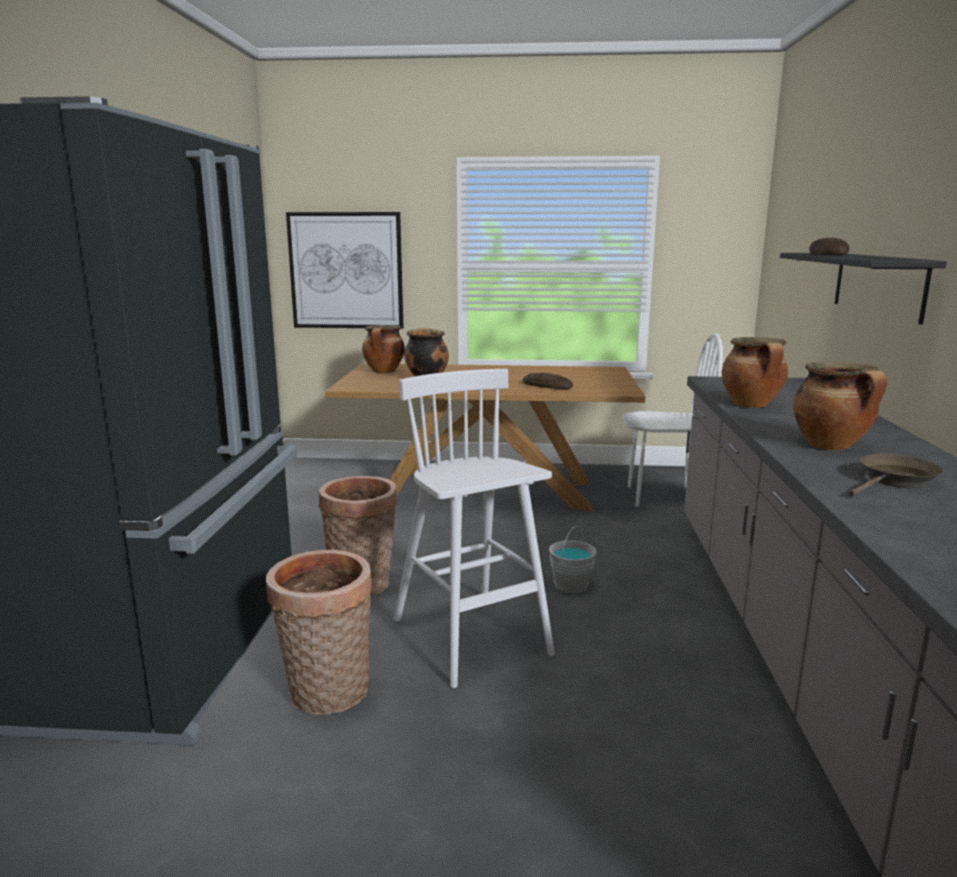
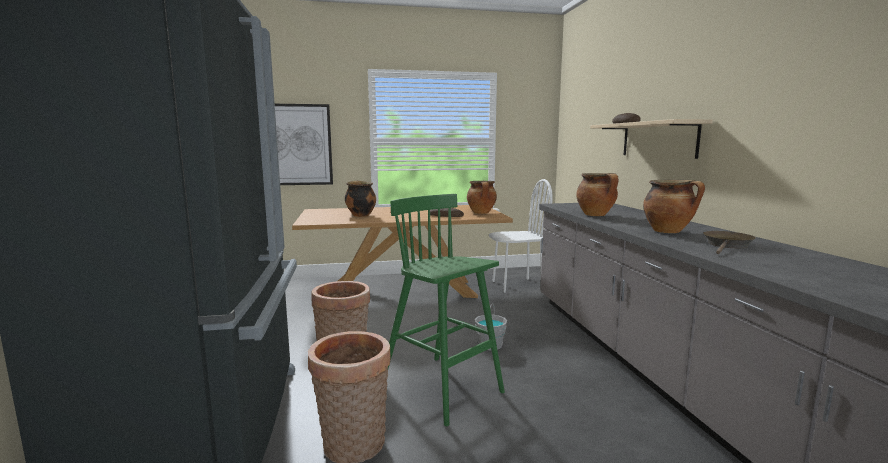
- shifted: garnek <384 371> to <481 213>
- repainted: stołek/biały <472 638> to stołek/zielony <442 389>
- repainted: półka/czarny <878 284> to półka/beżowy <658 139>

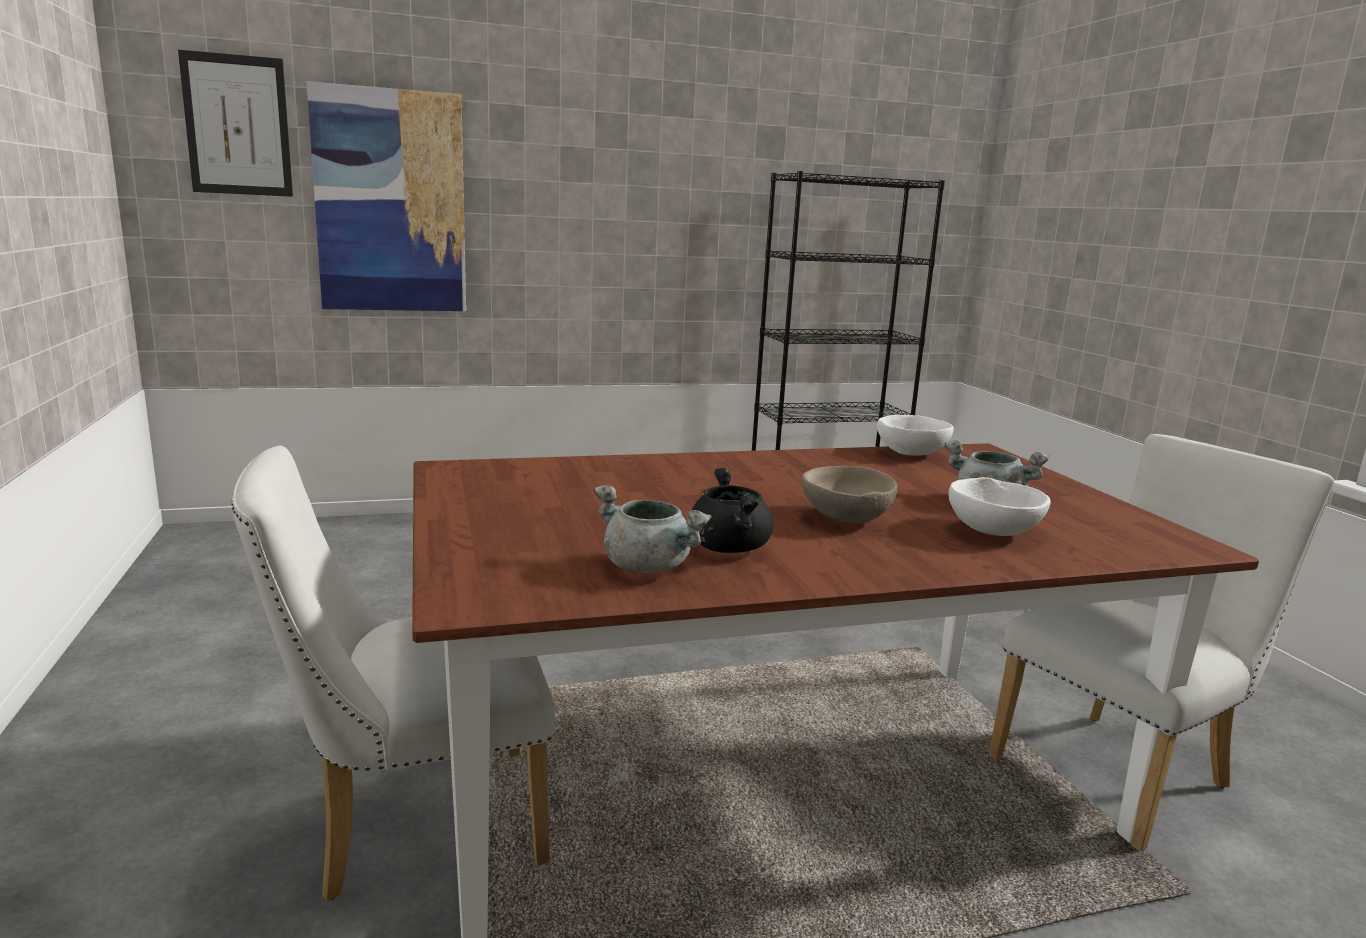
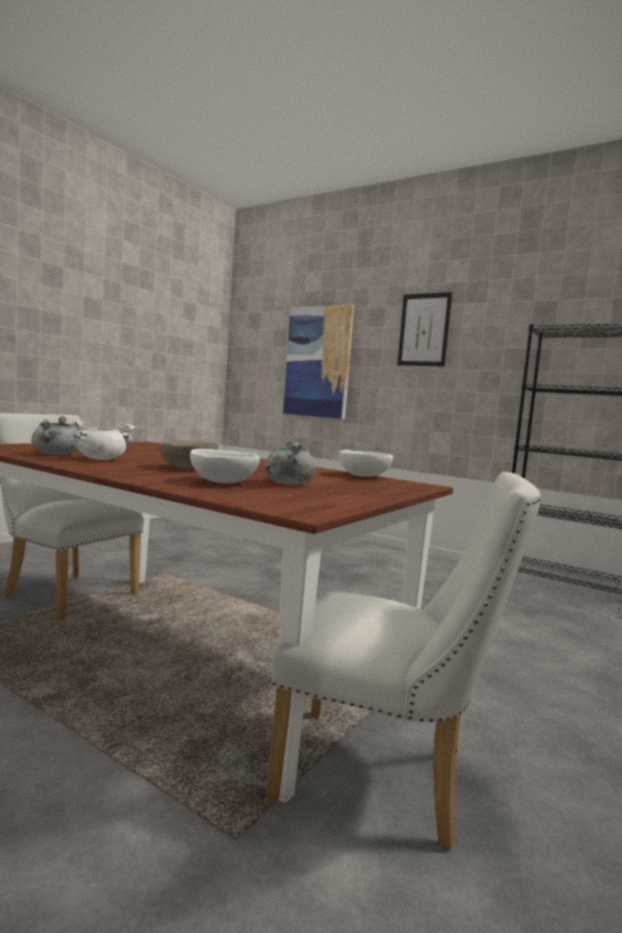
- shifted: obraz <237 125> to <424 330>
- repainted: garnek/czarny <727 547> to garnek/biały <102 459>

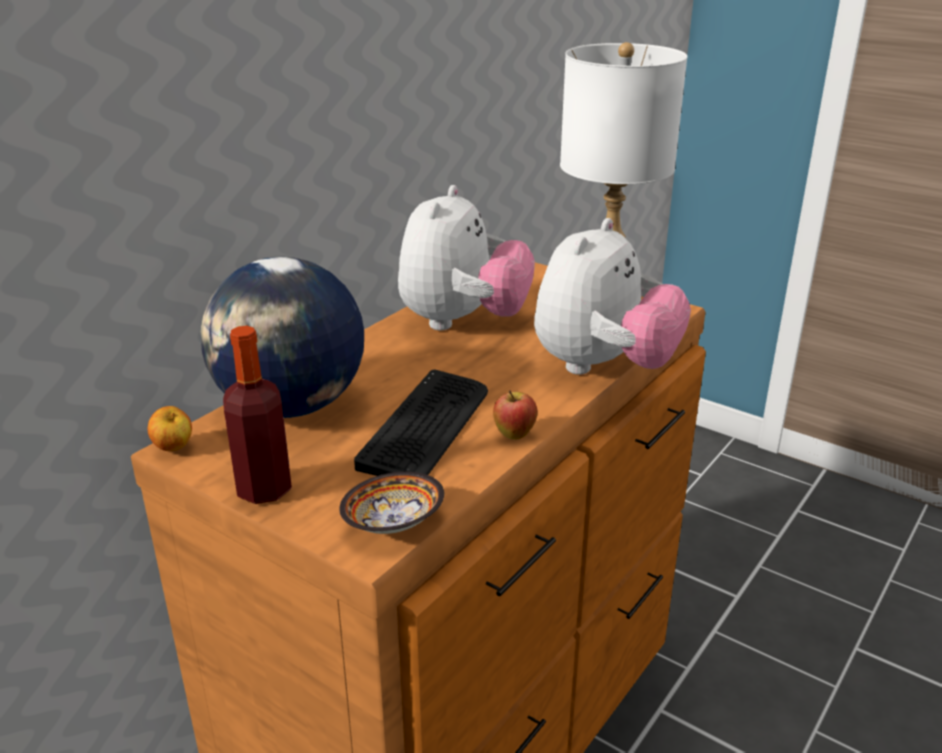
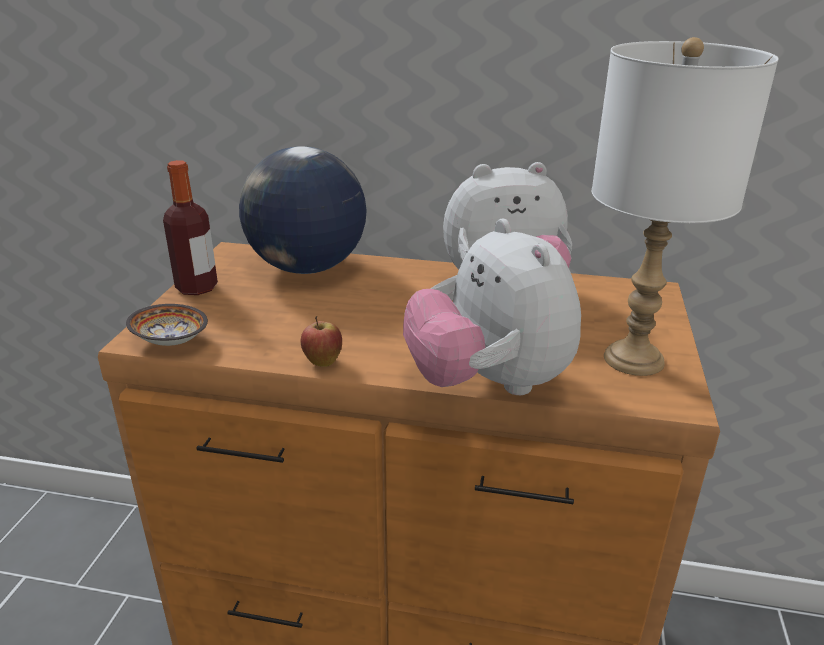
- gone: jabłko <174 448>
- gone: klawiatura <426 426>
- rotated: pluszak <603 367> = <488 384> 60 degrees clockwise

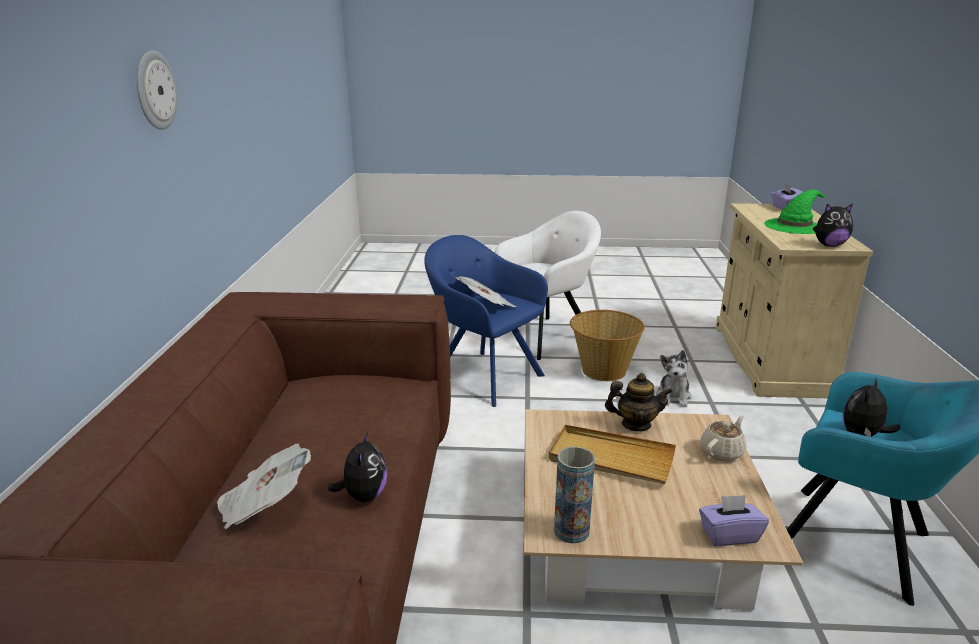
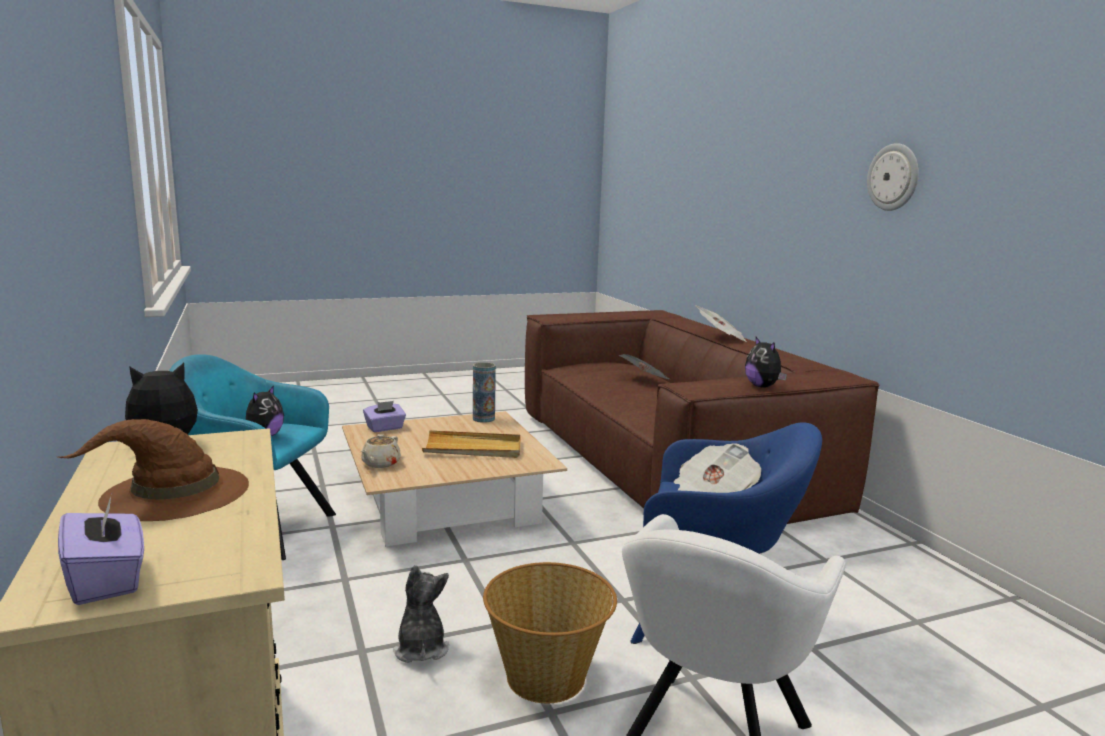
- shifted: pluszak <363 495> to <763 386>
- gone: imbryk <636 424>
- repainted: kapelusz/zielony <794 226> to kapelusz/brązowy <174 493>
- new: gazeta <720 338>

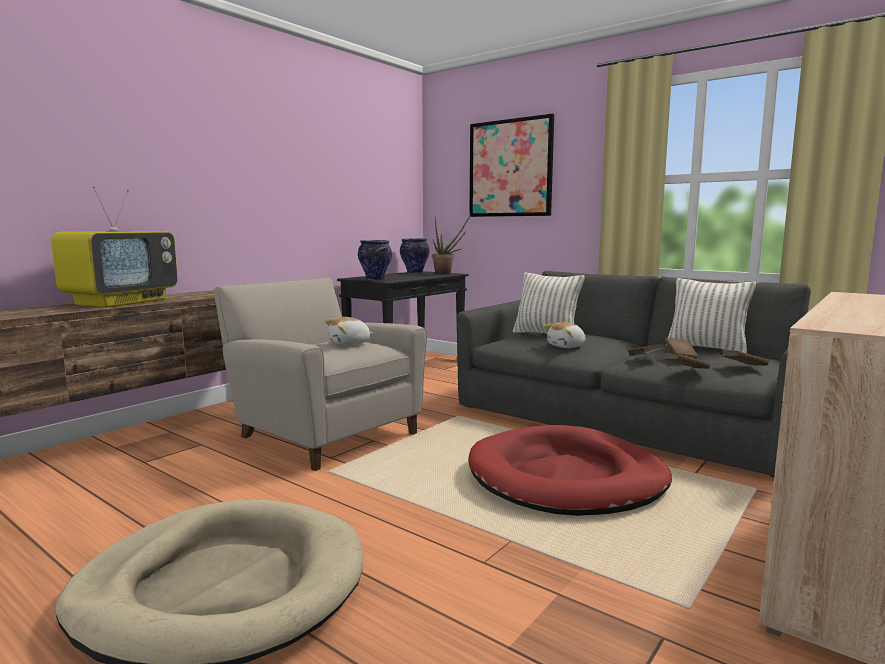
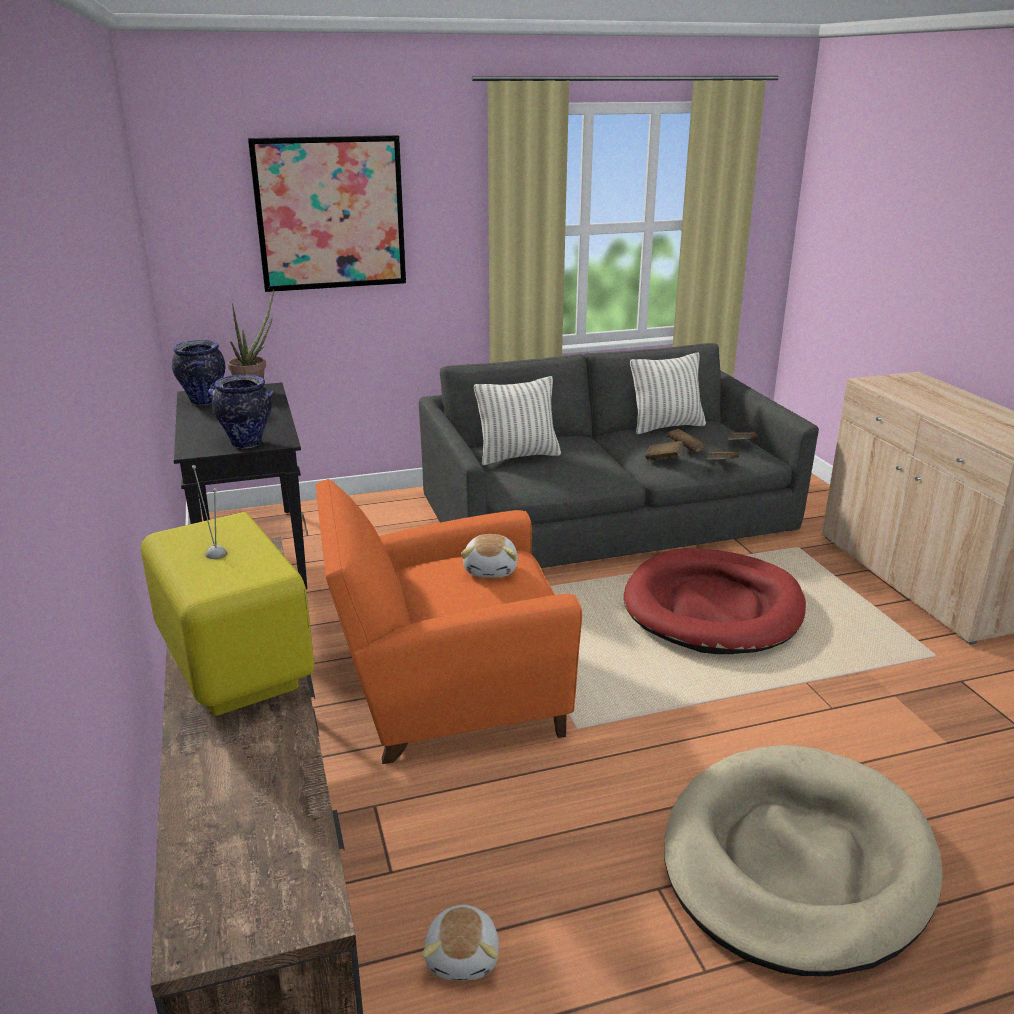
- repainted: fotel/beżowy <323 432> to fotel/pomarańczowy <445 696>
- shifted: pluszak <567 346> to <463 956>

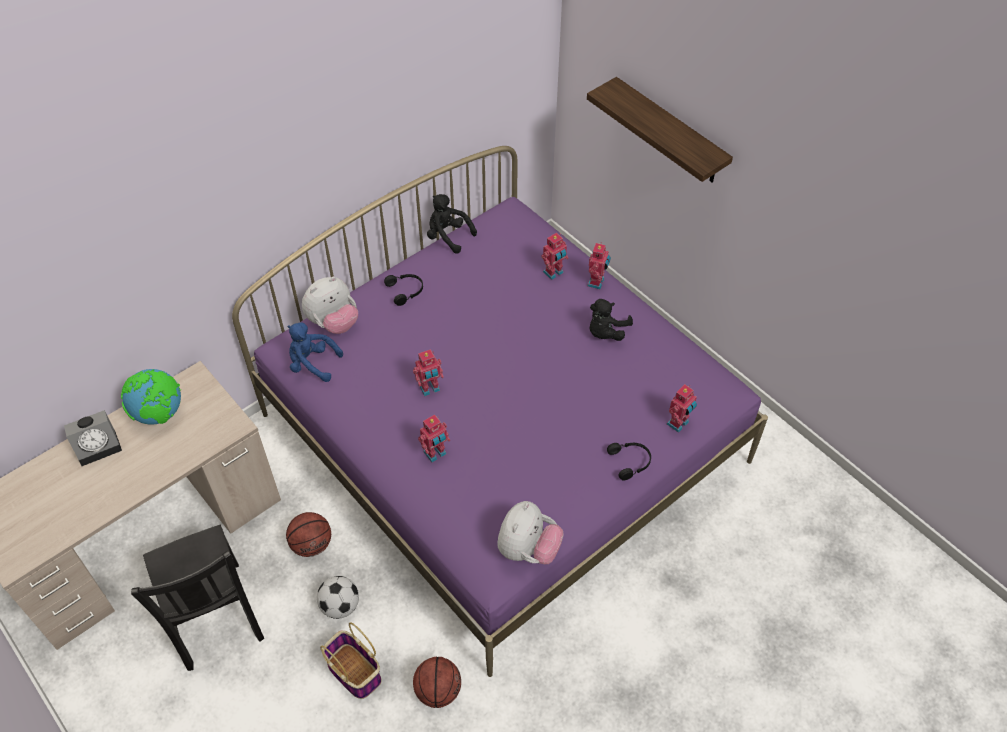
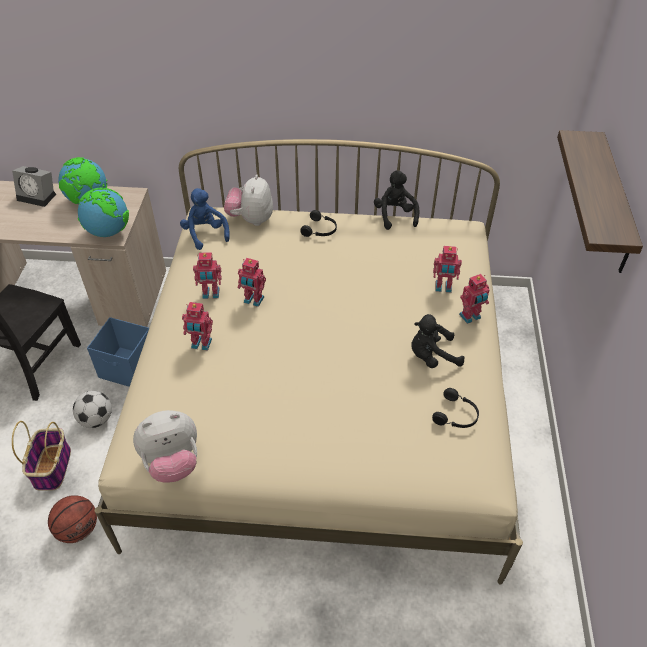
- repainted: łóżko/fioletowy <503 437> to łóżko/beżowy <323 400>
- swapped: piłka do koszykówki <312 544> to pojemnik do przechowywania/niebieski <129 368>
- rotated: pluszak <333 323> = <251 219> 90 degrees clockwise
- shifted: słuchawki/czarny <630 462> to <456 415>
- shifted: robot zabawkowy <678 424> to <211 294>
- new: globus <108 232>

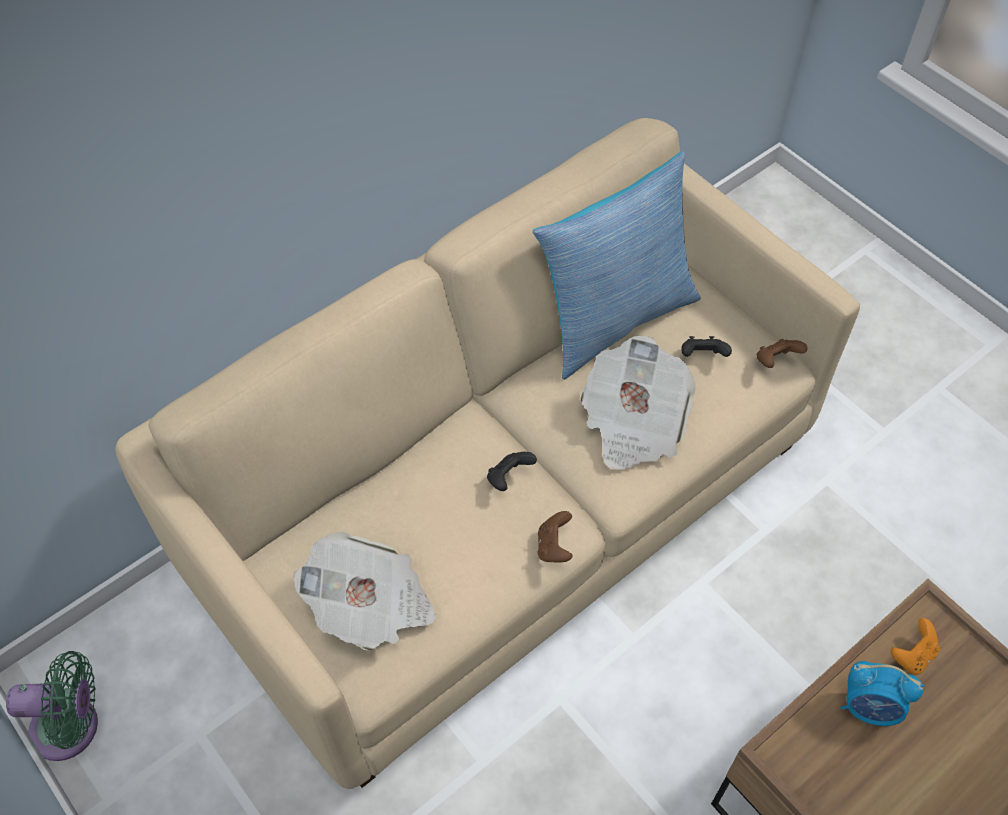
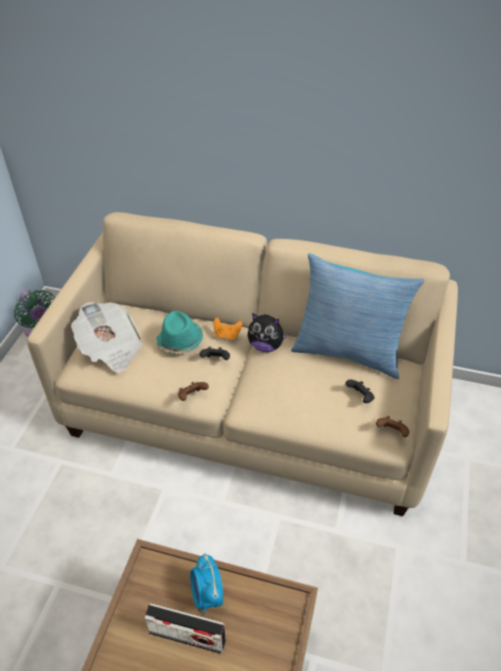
- gone: gazeta <633 423>
- shifted: pad do gier/pomarańczowy <912 655> to <227 335>
- new: radio <187 636>
- new: kapelusz/turkusowy <180 341>
- new: pluszak <265 346>

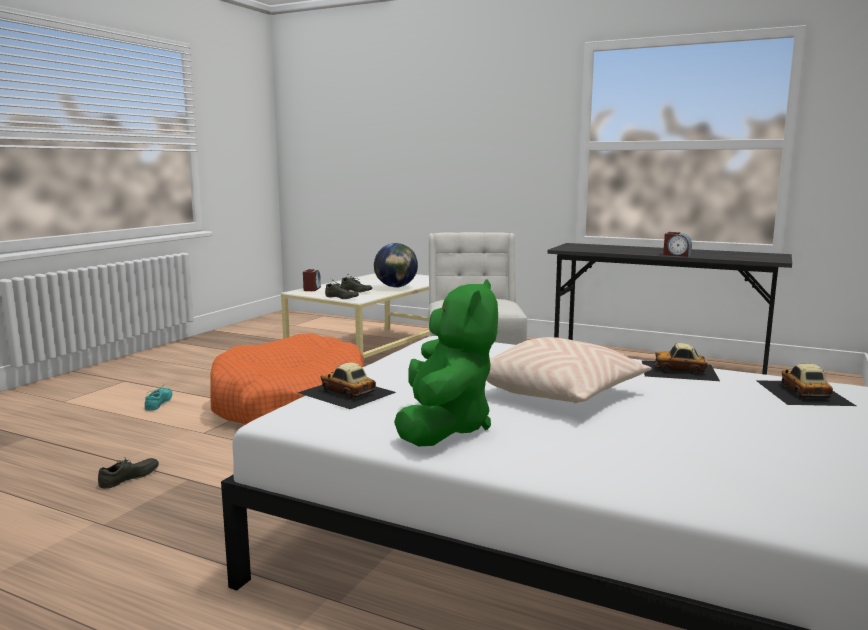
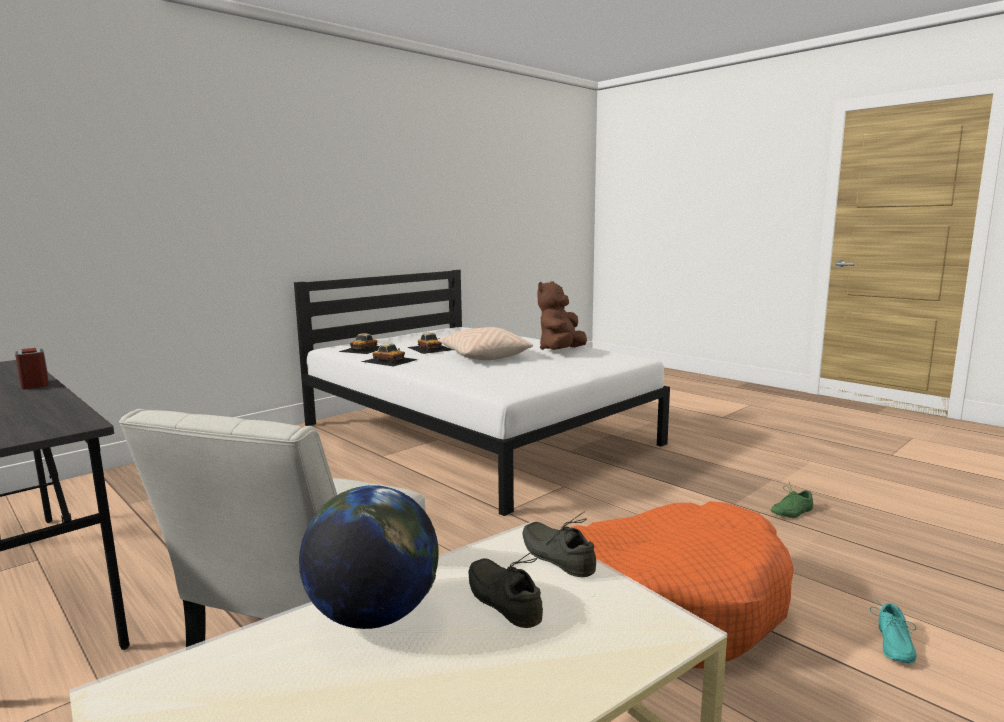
- repainted: but/szary <130 478> to but/zielony <790 511>
- shifted: samochodzik <346 392> to <430 348>
- gone: budzik <312 289>
- repainted: pluszak/zielony <444 427> to pluszak/brązowy <561 351>

